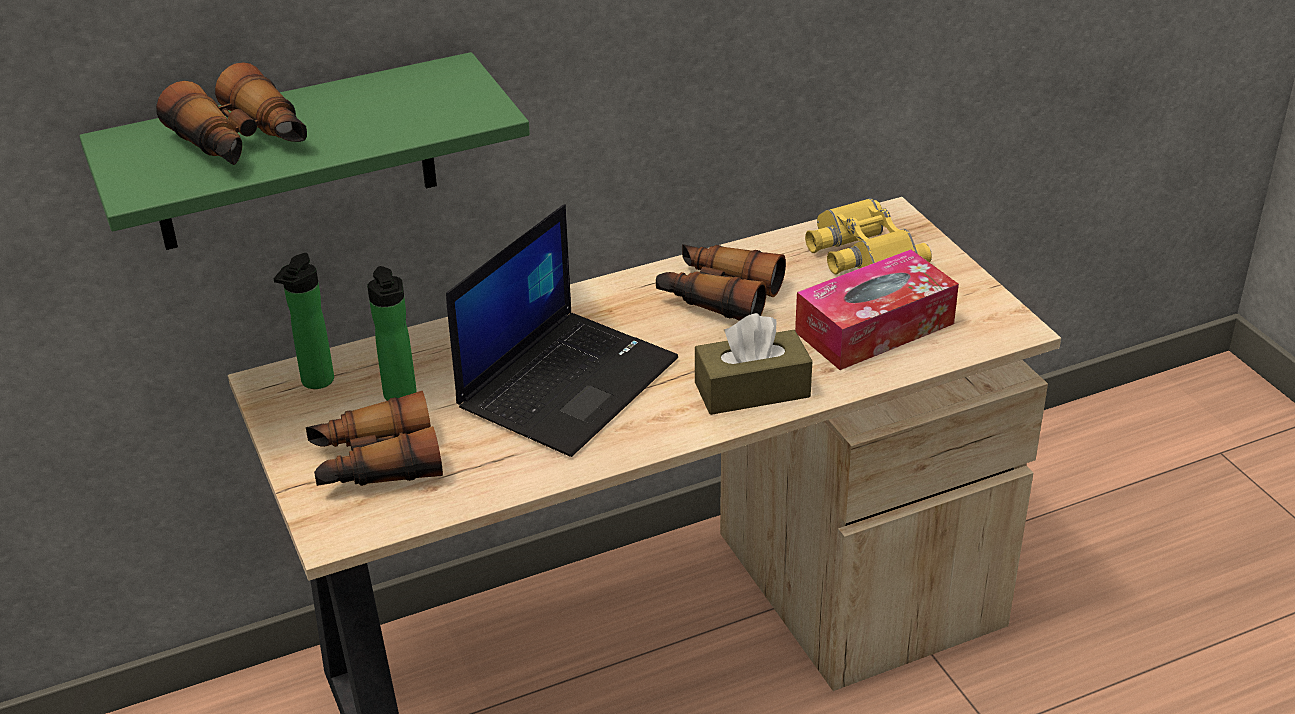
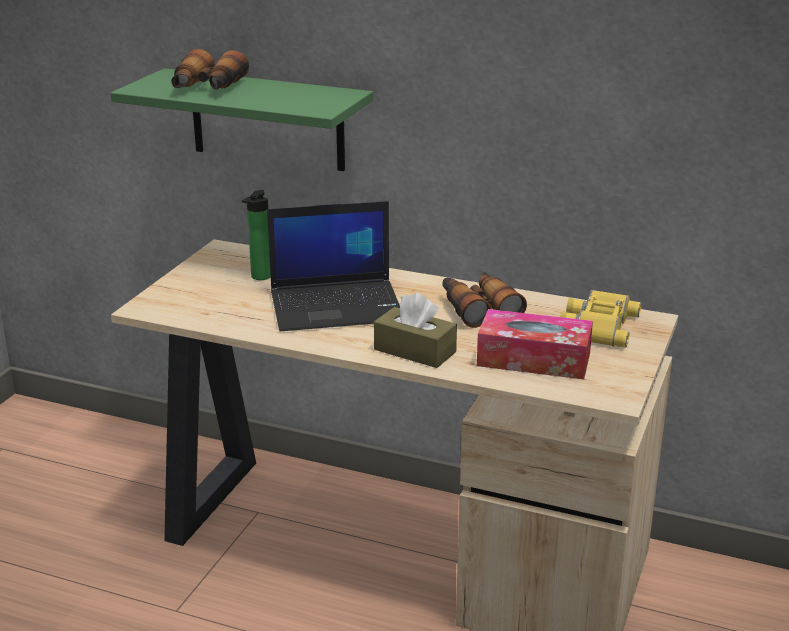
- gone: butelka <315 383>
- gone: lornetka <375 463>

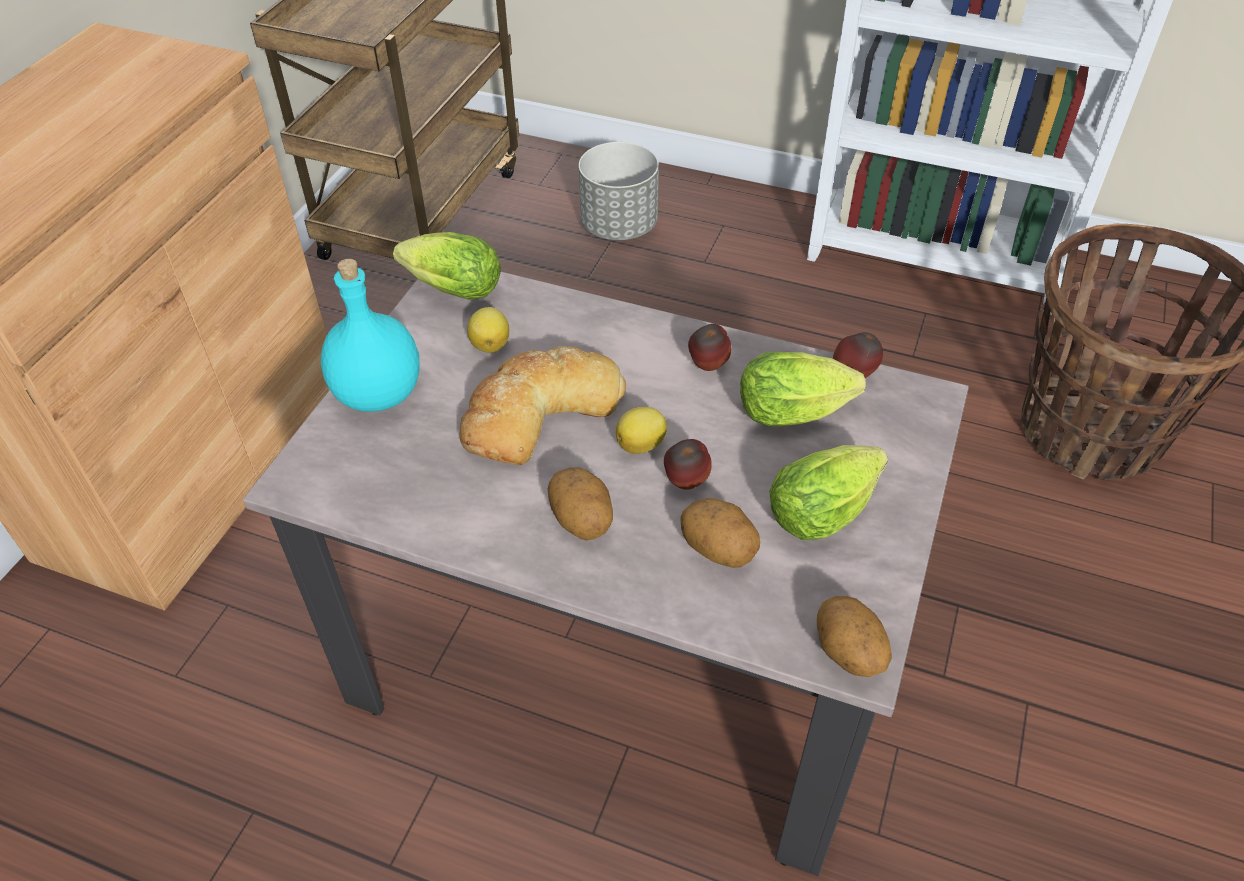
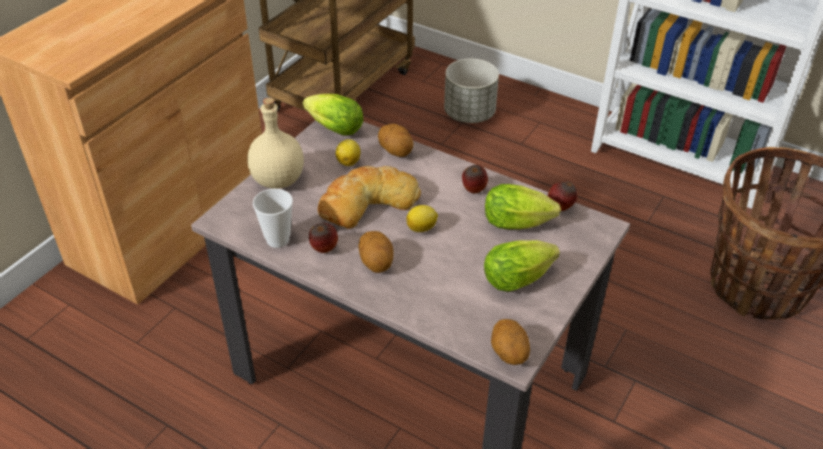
- repainted: butelka/turkusowy <380 394> to butelka/beżowy <279 180>
- shifted: jabłko <685 483> to <324 250>
- shifted: ziemniak <719 549> to <396 151>
- new: filiżanka <277 240>

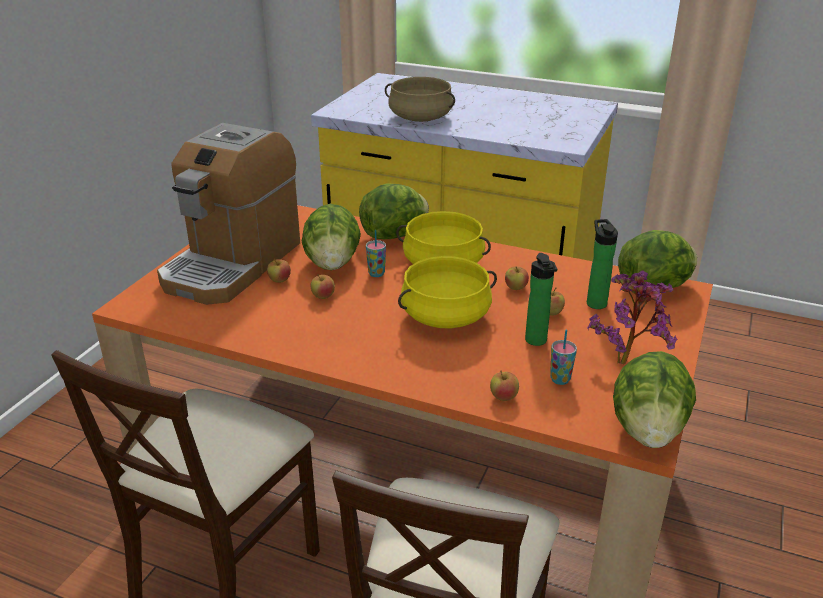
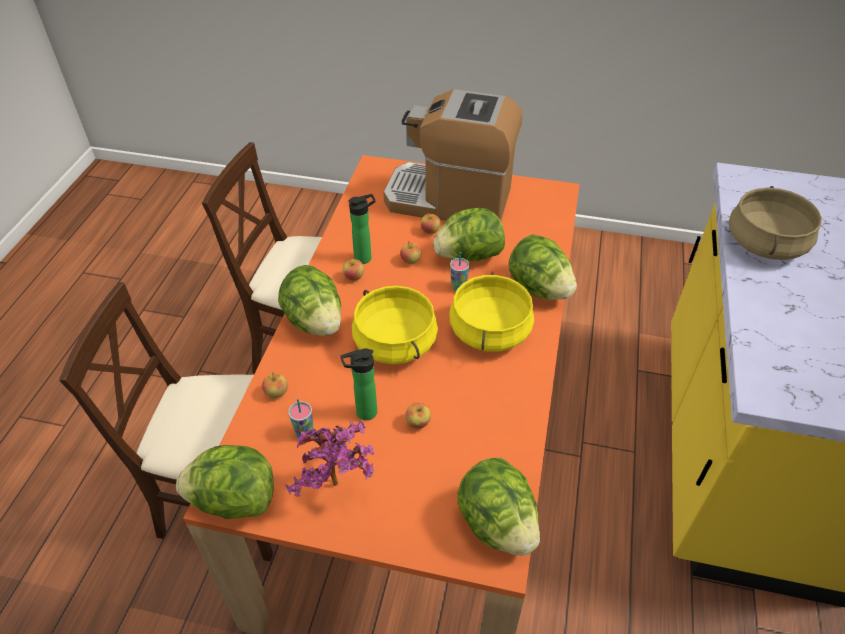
- shifted: jabłko <516 288> to <354 277>
- shifted: butelka <595 302> to <365 257>
- new: sałata <315 321>

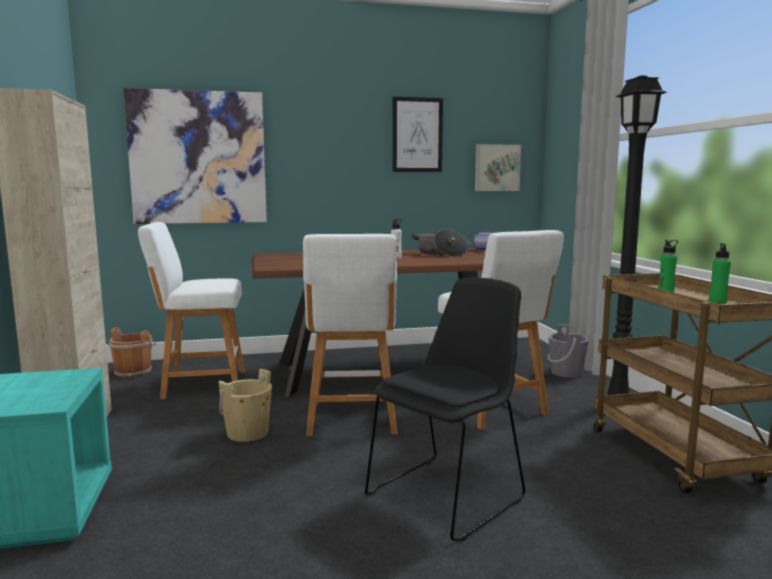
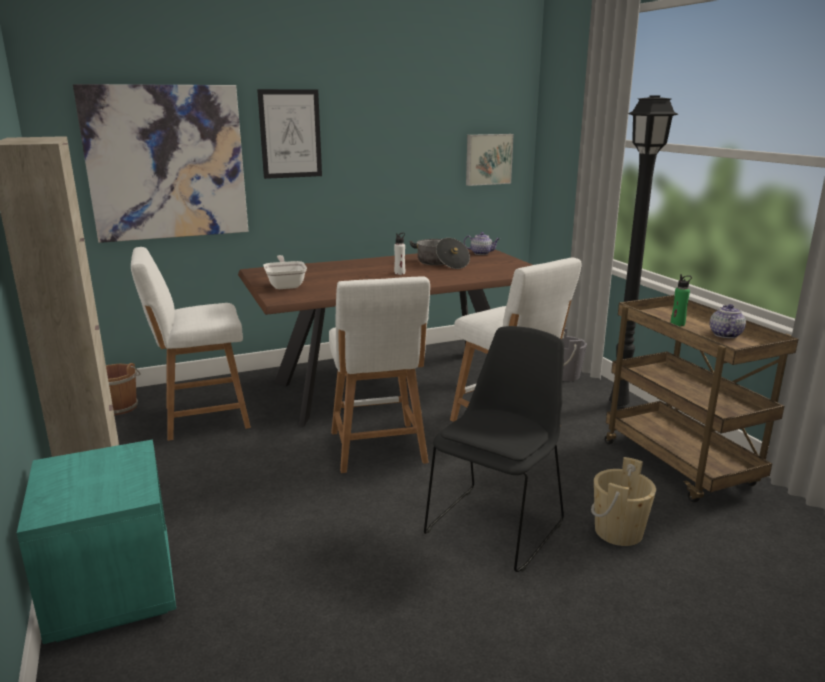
- shifted: wiadro/beżowy <247 433> to <618 531>
- shifted: obraz <417 135> to <290 134>
- swapped: butelka/zielony <717 302> to imbryk <724 334>
- new: patelnia <286 285>

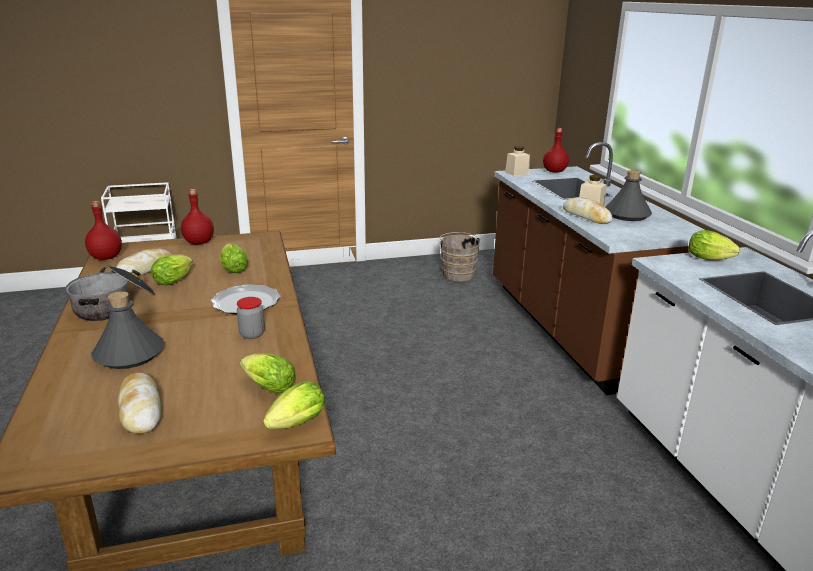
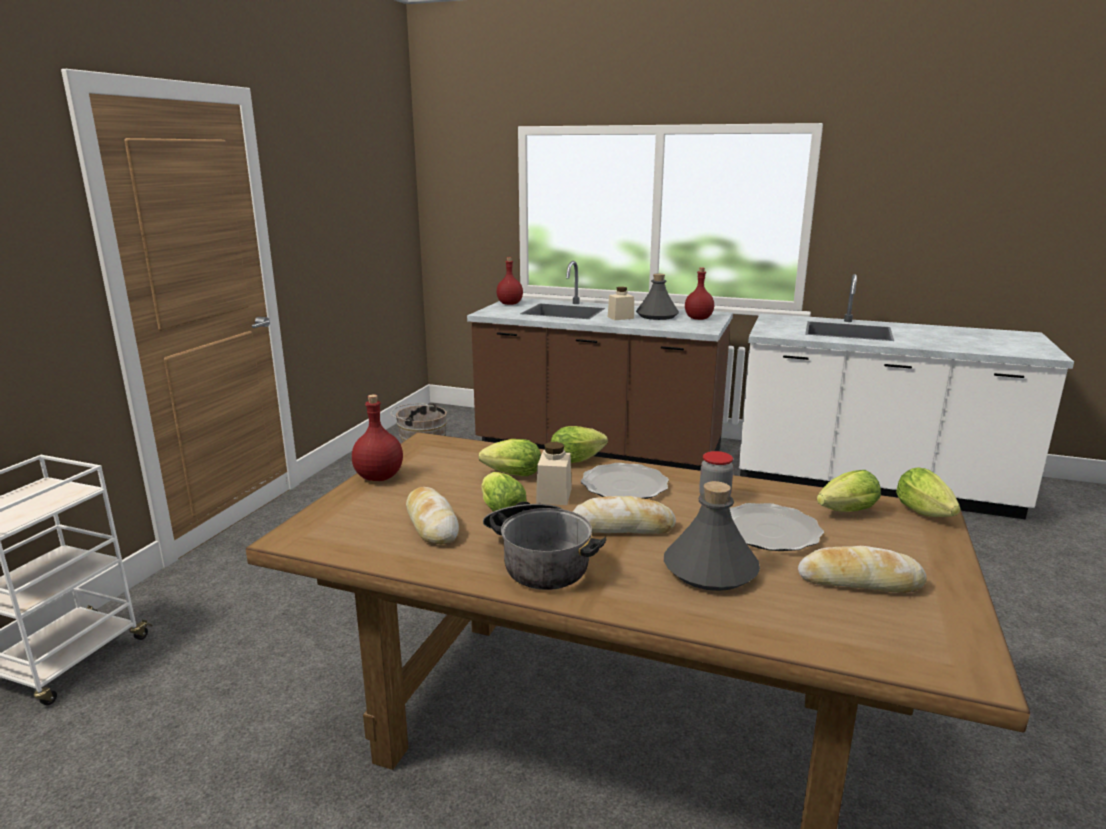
- shifted: butelka/czerwony <105 257> to <698 319>
- shifted: słoik/beżowy <517 173> to <554 495>
- shifted: chleb <586 216> to <622 527>
- shifted: sałata <711 259> to <579 460>
- new: talerz <770 531>

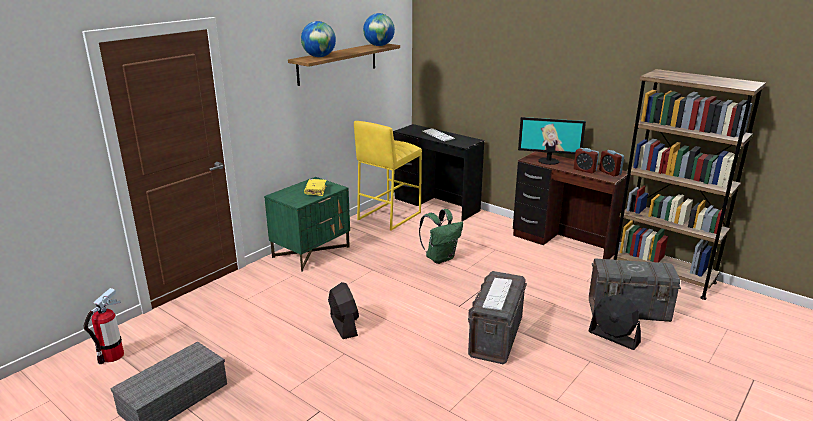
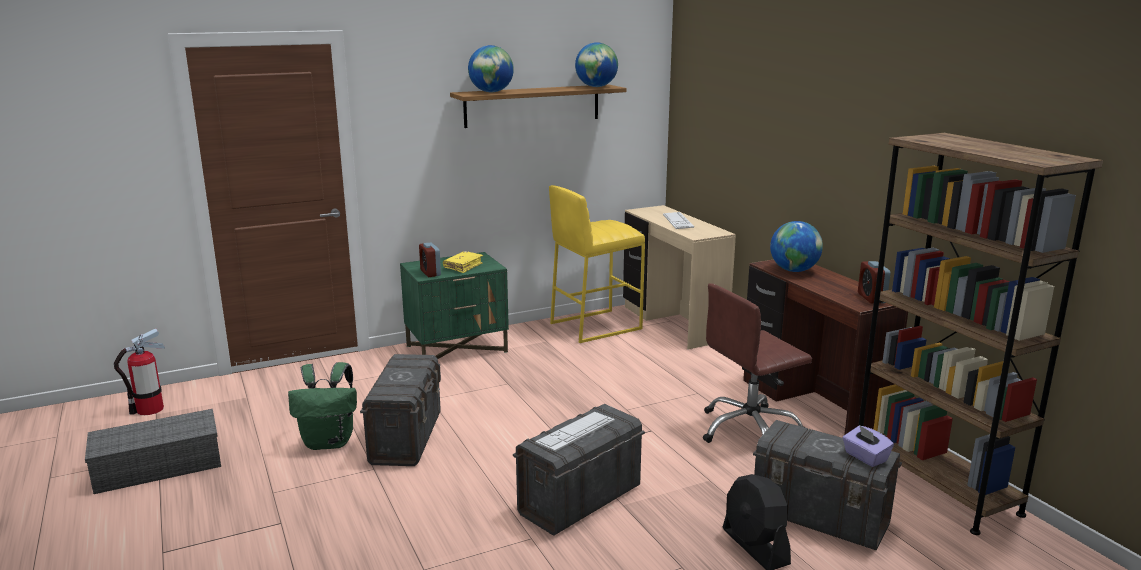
- swapped: wentylator/czarny <343 325> to pojemnik do przechowywania/szary <406 437>
- repainted: biurko/czarny <435 205> to biurko/beżowy <672 323>
- shifted: plecak/zielony <440 258> to <330 442>
- swapped: monitor <548 161> to globus <794 270>
- shifted: budzik <585 170> to <430 273>
- new: krzesło biurowe/brązowy <750 430>
- new: pudełko chusteczek/fioletowy <865 457>

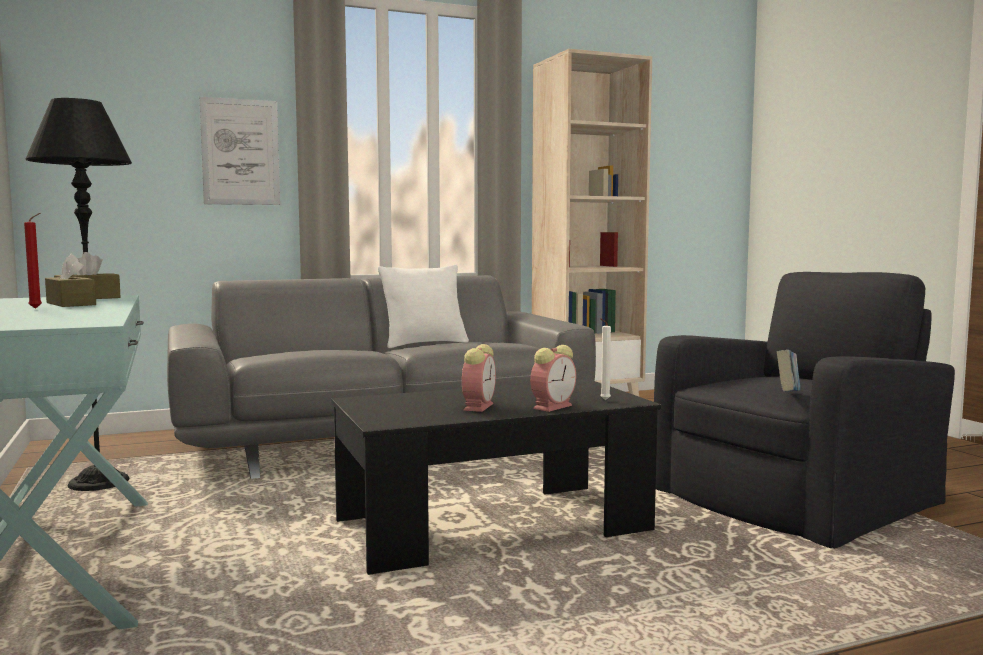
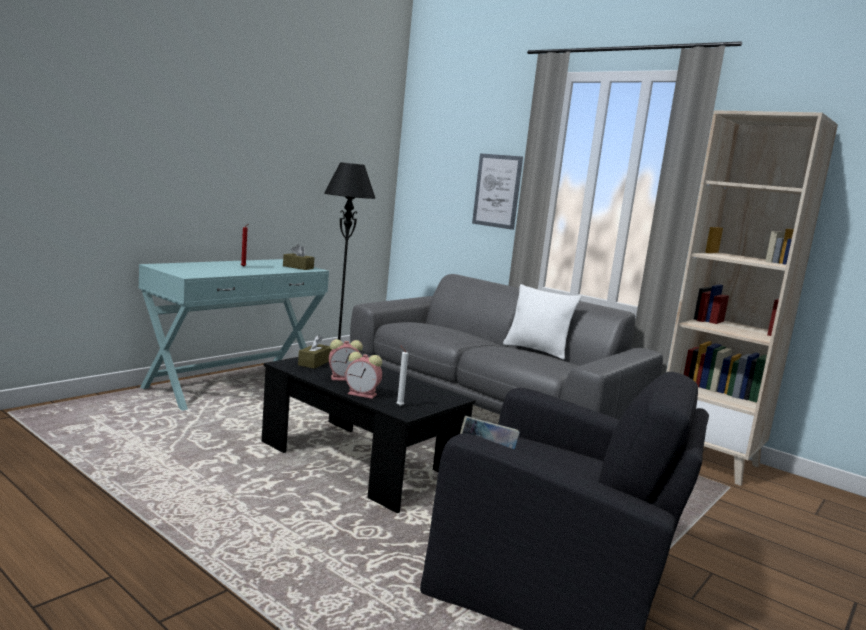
- shifted: pudełko chusteczek/brązowy <71 304> to <314 363>

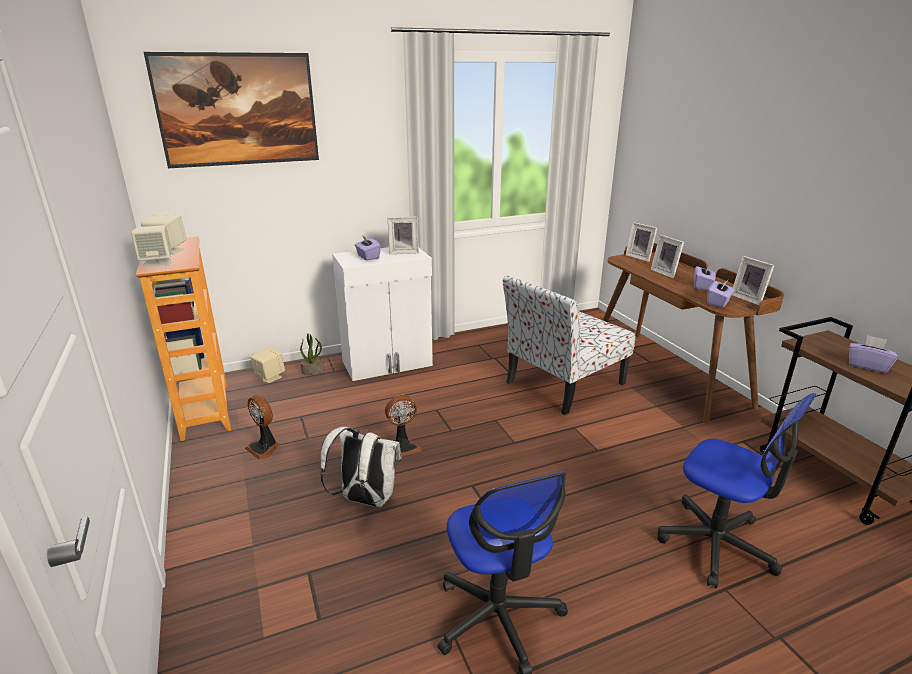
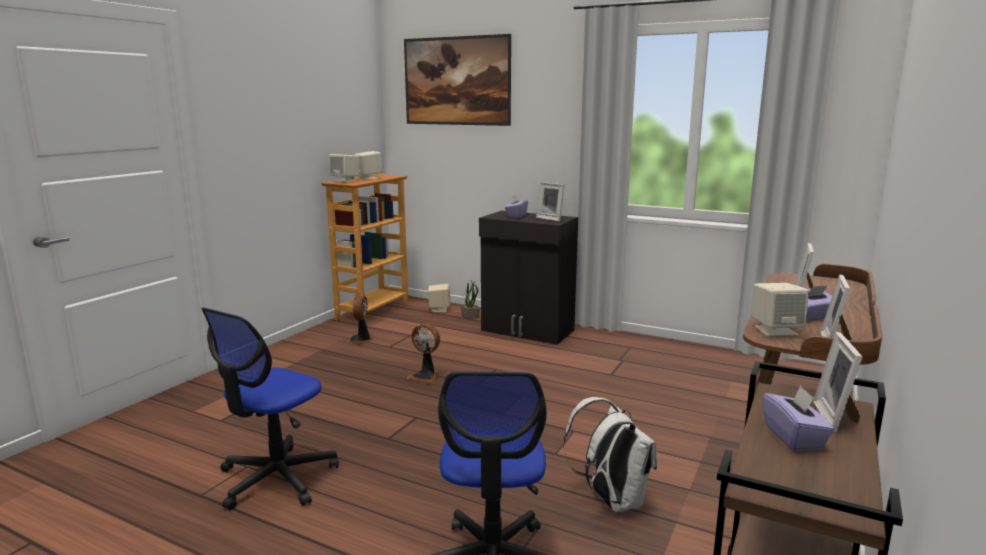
- shifted: plecak/biały <365 499> to <611 500>
- repainted: szafka/biały <388 364> to szafka/czarny <527 331>
- gone: krzesło <563 384>
- shifted: ramka na zdjęcie <640 257> to <837 418>
- swapped: pudełko chusteczek/fioletowy <718 302> to głośnik/beżowy <775 331>

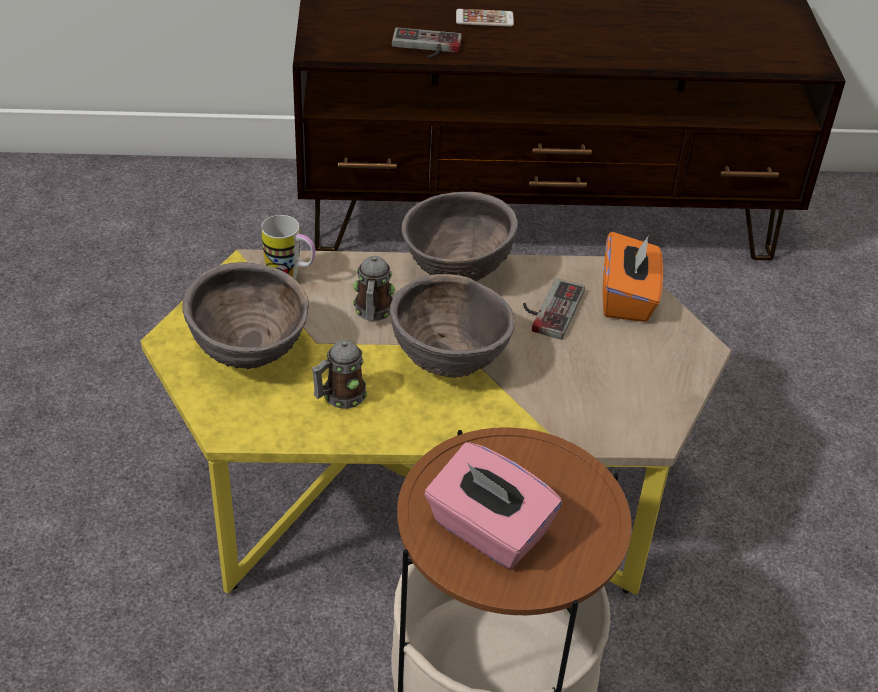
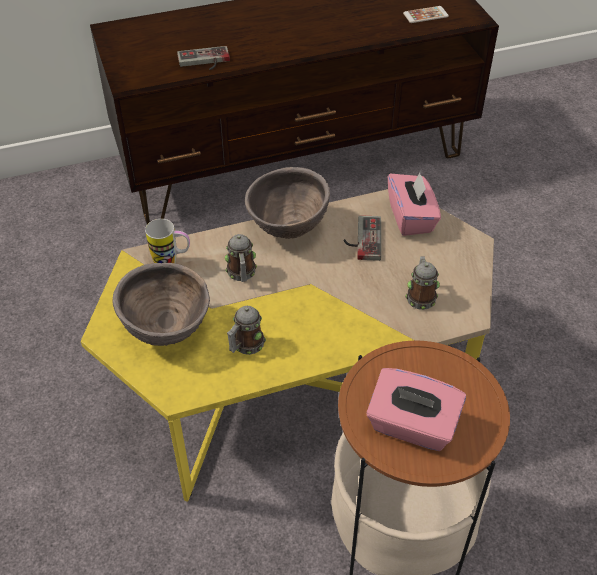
- gone: miska/brązowy <448 364>
- shifted: telefon <484 19> to <425 15>
- repainted: pudełko chusteczek/pomarańczowy <627 298> to pudełko chusteczek/różowy <411 217>
- new: kubek <420 296>

